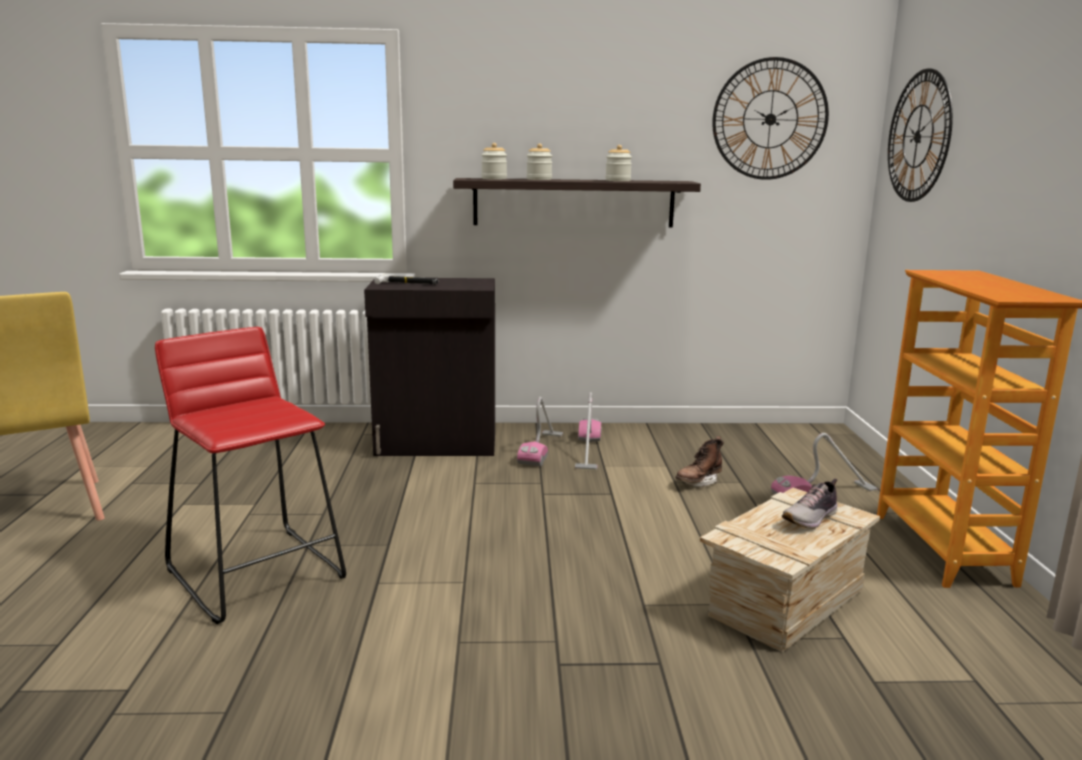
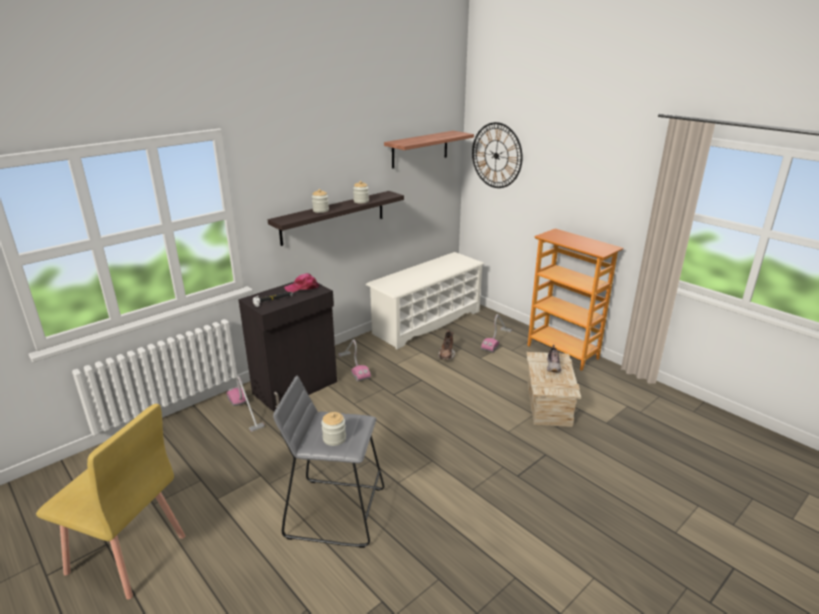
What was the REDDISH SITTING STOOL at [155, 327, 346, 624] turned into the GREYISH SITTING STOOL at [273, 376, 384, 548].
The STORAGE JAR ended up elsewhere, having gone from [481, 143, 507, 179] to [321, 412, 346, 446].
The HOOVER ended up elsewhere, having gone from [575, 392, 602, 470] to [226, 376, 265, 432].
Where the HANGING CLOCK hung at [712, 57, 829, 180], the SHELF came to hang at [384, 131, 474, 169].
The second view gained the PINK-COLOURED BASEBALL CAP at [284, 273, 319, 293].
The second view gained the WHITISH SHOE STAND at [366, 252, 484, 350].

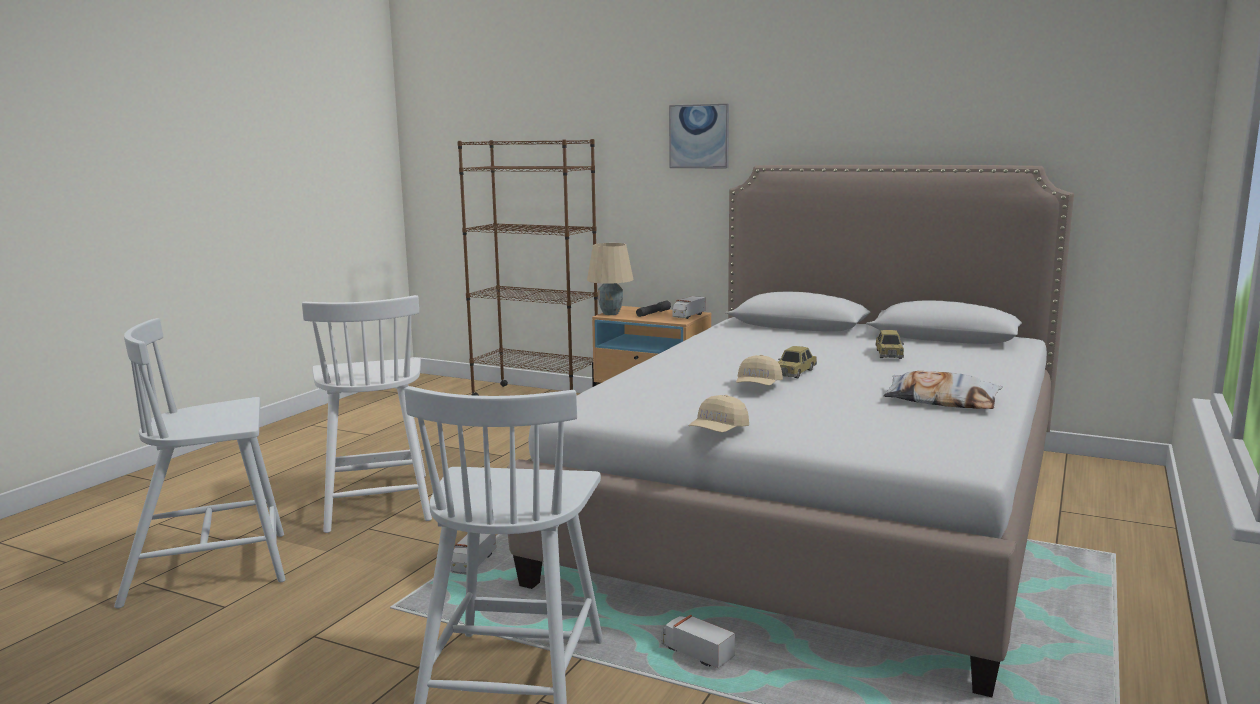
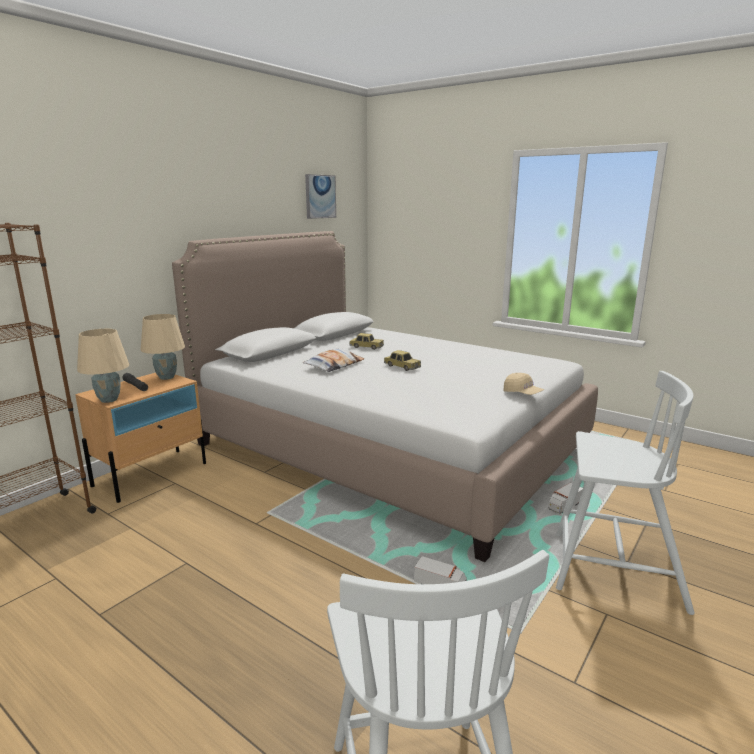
The second view lost the WHITISH PLAIN CHAIR at [302, 295, 432, 533].
The WALL ART ended up elsewhere, having gone from [669, 104, 729, 168] to [305, 174, 336, 219].
Where the TOY LORRY stood at [672, 296, 706, 319], the BEIGE-COLOURED TABLETOP LAMP came to stand at [140, 314, 185, 380].
The second view lost the BEIGE-COLOURED BASEBALL CAP at [736, 355, 783, 385].
The PILLOW ended up elsewhere, having gone from [883, 371, 1003, 409] to [303, 348, 364, 372].

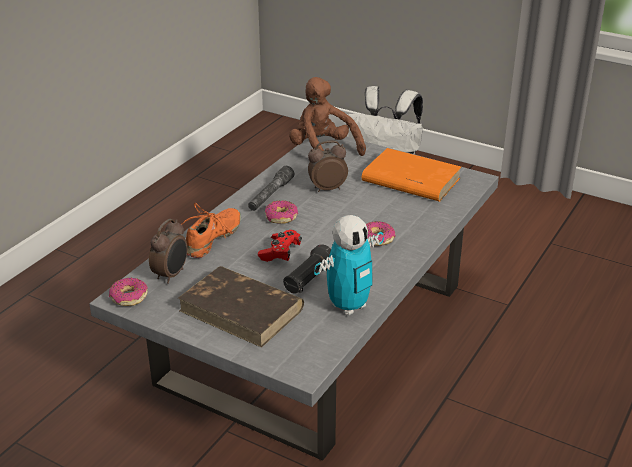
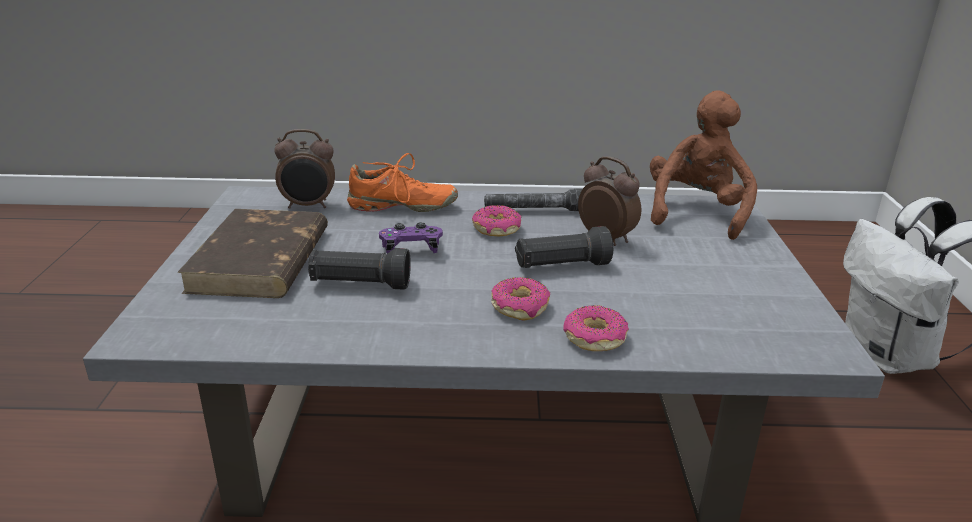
The DOUGHNUT ended up elsewhere, having gone from [109, 277, 148, 306] to [563, 305, 629, 351].
What was the REDDISH JOYPAD at [258, 230, 302, 262] turned into the PURPLE-COLOURED JOYPAD at [379, 222, 443, 253].
The second view lost the ROBOT FIGURE at [314, 215, 384, 316].
The second view lost the ORANGE-COLOURED BOOK at [362, 148, 461, 202].
The second view gained the BLACK-COLOURED FLASHLIGHT at [515, 226, 613, 268].

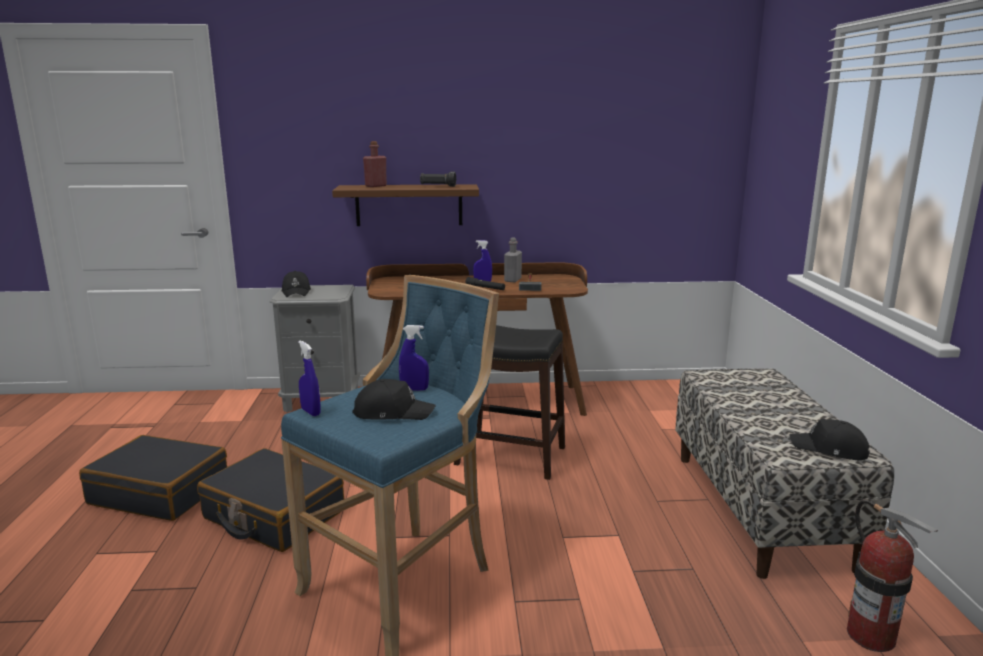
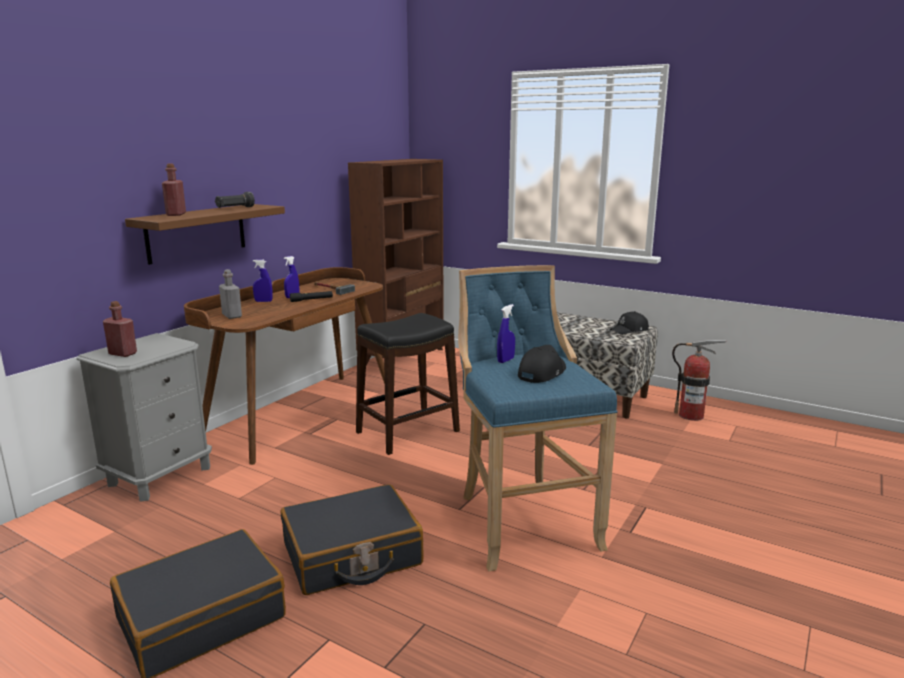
Where the BLACK-COLOURED BASEBALL CAP stood at [282, 271, 311, 297], the REDDISH BOTTLE came to stand at [103, 301, 137, 357].
The BLUISH SPRAY BOTTLE ended up elsewhere, having gone from [298, 341, 321, 416] to [253, 260, 273, 302].
The GREYISH BOTTLE ended up elsewhere, having gone from [504, 238, 522, 282] to [219, 269, 242, 319].
The second view gained the BROWN BOOKCASE at [348, 159, 444, 365].

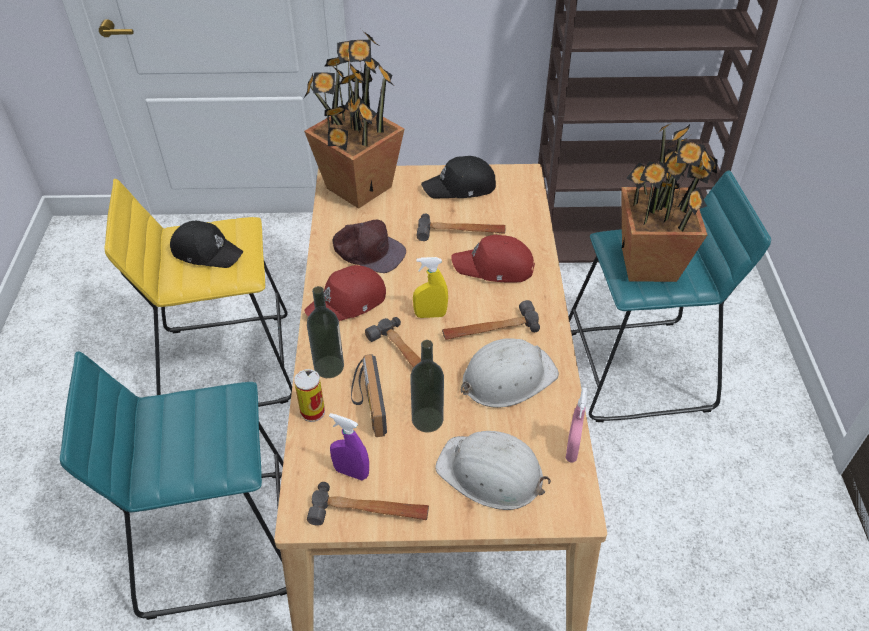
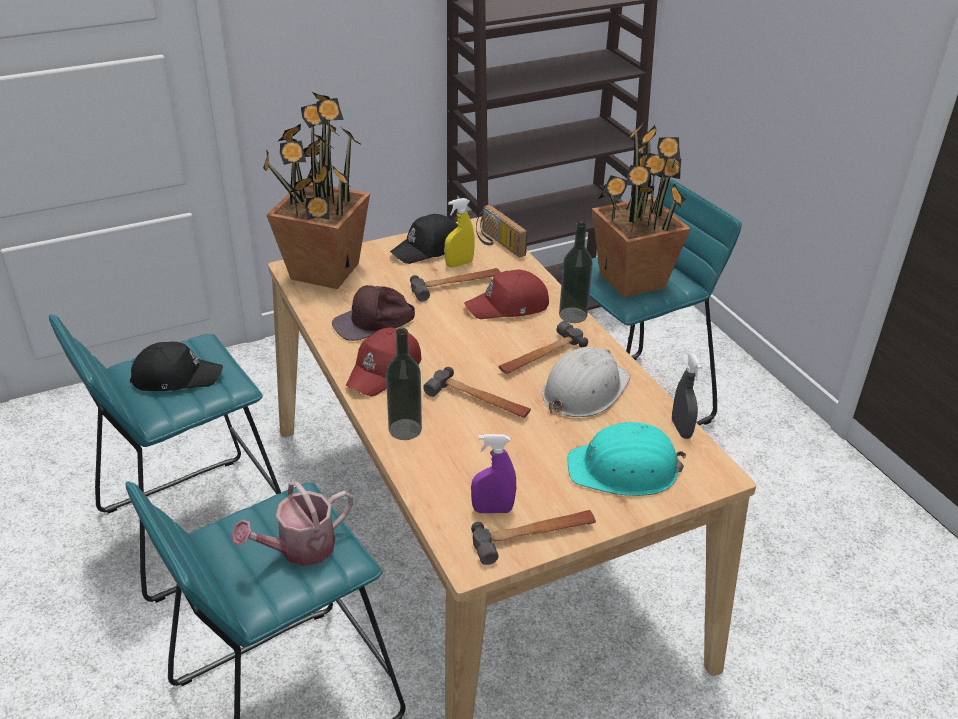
What was the YELLOW SITTING STOOL at [104, 179, 292, 407] turned into the TURQUOISE SITTING STOOL at [49, 315, 281, 603].
The second view lost the METAL CAN at [294, 369, 325, 422].
The BROWN BASEBALL CAP at [333, 220, 406, 273] ended up facing another way, 150 degrees clockwise from before.
The RADIO ended up elsewhere, having gone from [351, 354, 387, 437] to [476, 205, 528, 258].
The BOTTLE ended up elsewhere, having gone from [410, 340, 444, 432] to [559, 222, 593, 323].
The YELLOW SPRAY BOTTLE ended up elsewhere, having gone from [413, 257, 448, 318] to [445, 198, 475, 267].
What was the WHITISH HARD HAT at [435, 431, 551, 510] turned into the TURQUOISE HARD HAT at [567, 422, 686, 496].
What was the PINK-COLOURED SPRAY BOTTLE at [566, 387, 587, 463] turned into the GREYISH SPRAY BOTTLE at [672, 353, 702, 439].
The second view gained the WATERING CAN at [231, 482, 353, 566].

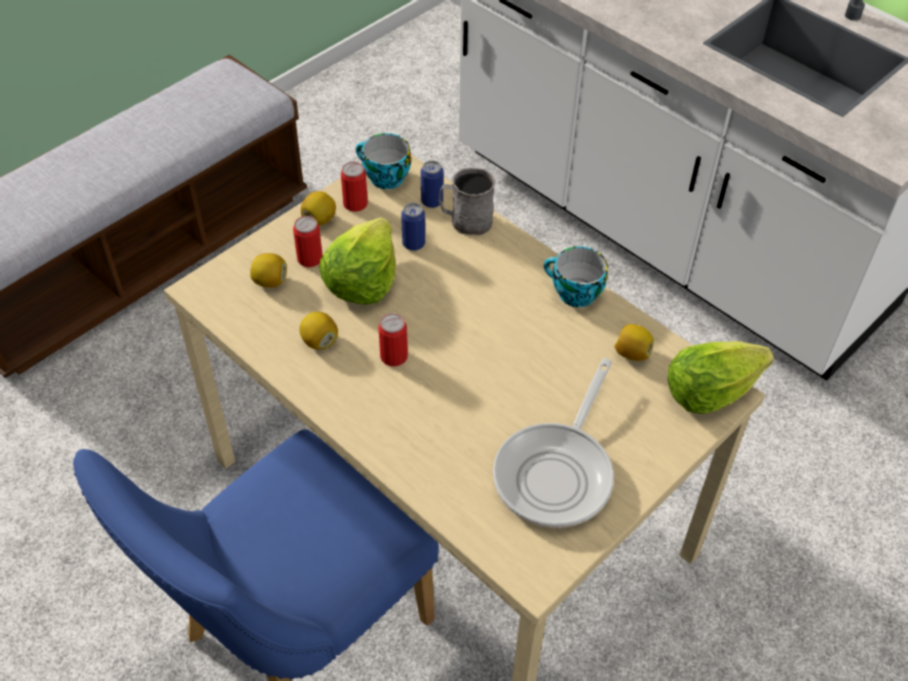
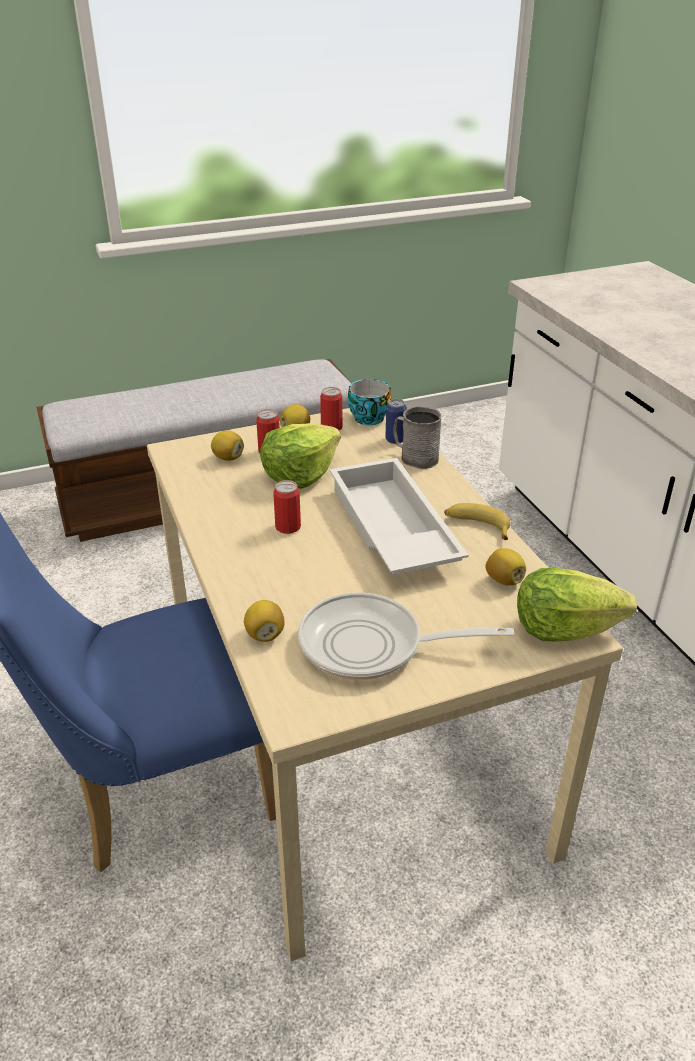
The CITRUS FRUIT ended up elsewhere, having gone from [299, 312, 338, 350] to [244, 600, 285, 642].
The second view lost the METAL CAN at [401, 203, 425, 251].
The PAN at [493, 358, 614, 528] ended up facing another way, 45 degrees clockwise from before.
Where the CUP stood at [544, 246, 608, 307], the BANANA came to stand at [444, 503, 511, 540].
The second view gained the WHITISH TRAY at [330, 458, 468, 575].

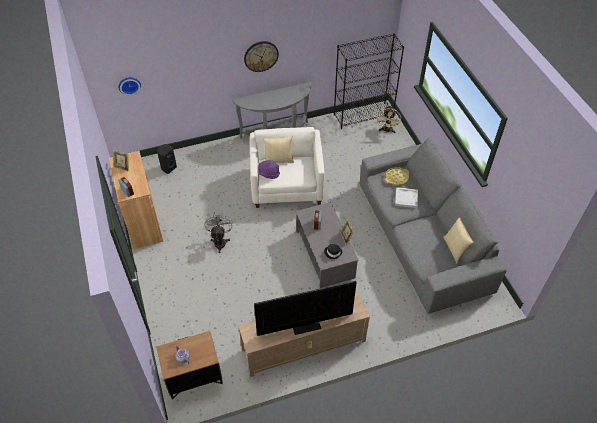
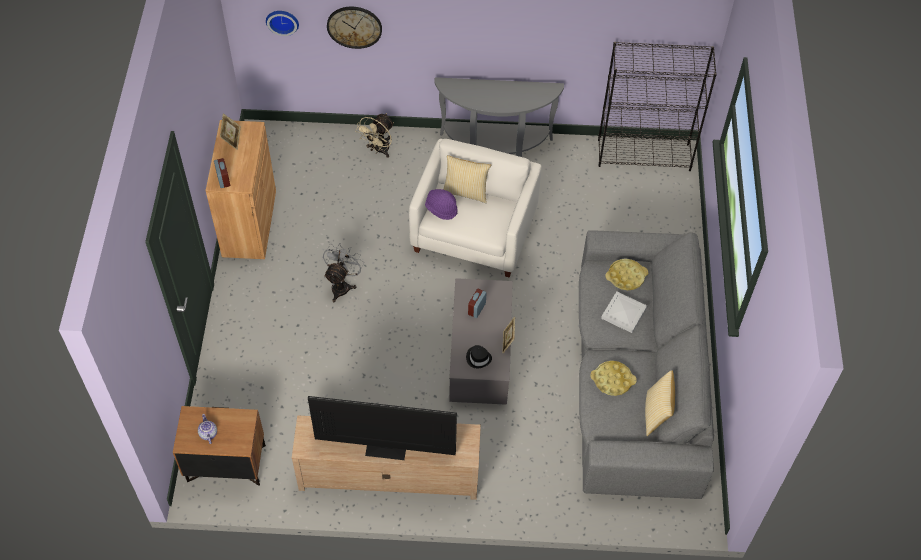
The second view lost the BLACK-COLOURED LOUDSPEAKER at [157, 144, 177, 174].
The HANGING CLOCK ended up elsewhere, having gone from [244, 41, 279, 72] to [327, 7, 382, 49].
The BEIGE-COLOURED ELECTRIC FAN ended up elsewhere, having gone from [377, 106, 401, 133] to [355, 113, 394, 158].
The second view gained the YELLOW TRAY at [590, 361, 637, 396].

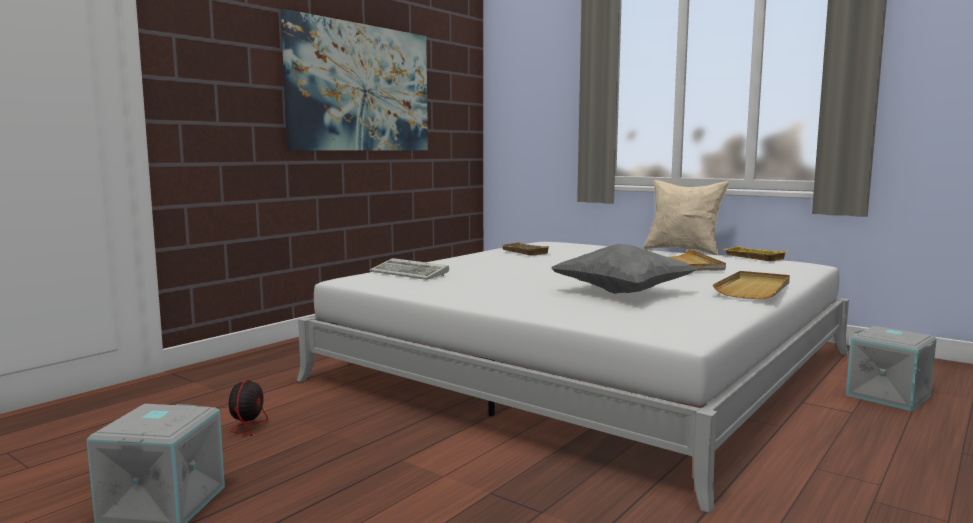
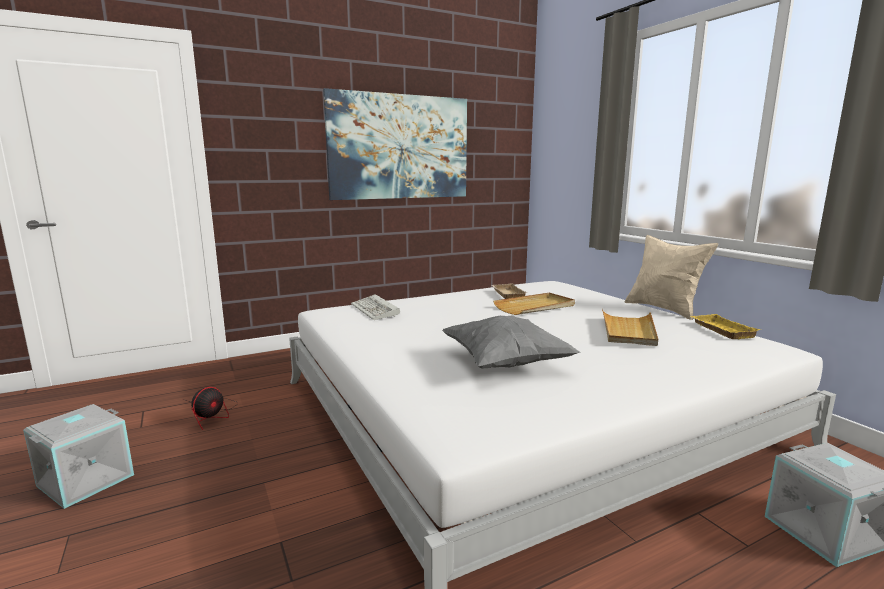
The BEIGE-COLOURED TRAY ended up elsewhere, having gone from [713, 271, 790, 300] to [493, 293, 575, 315].

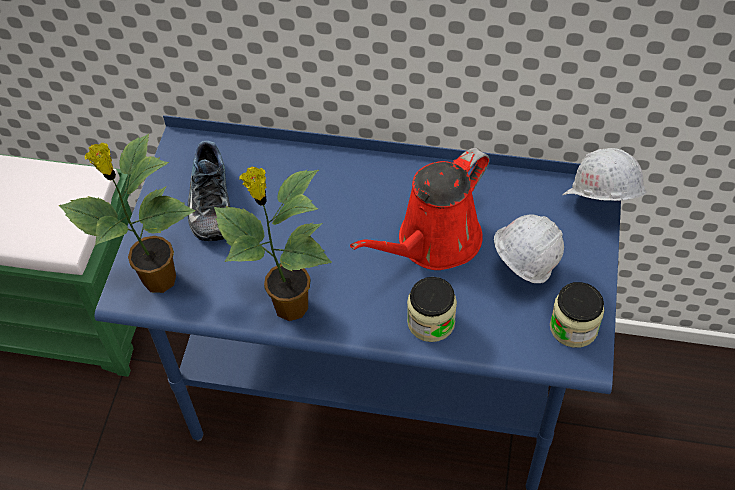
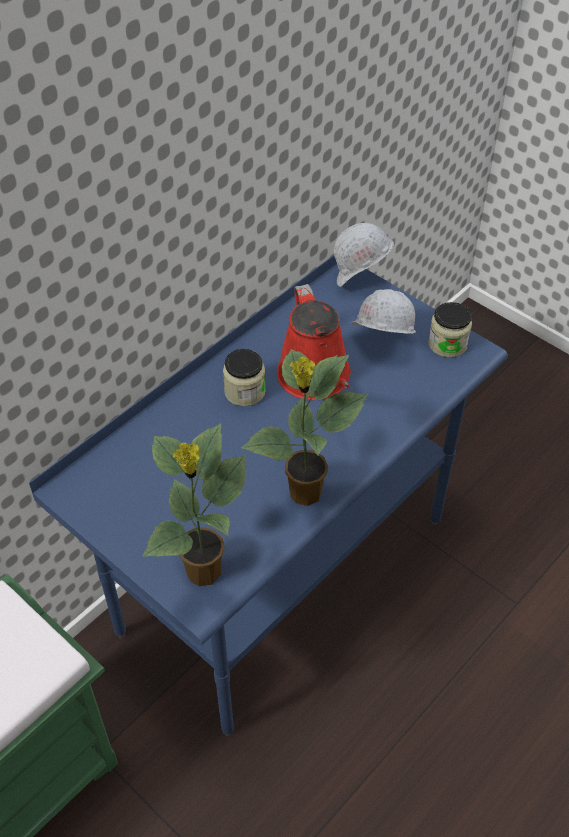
The second view lost the ITEM OF FOOTWEAR at [187, 141, 230, 241].
The STORAGE JAR ended up elsewhere, having gone from [407, 277, 457, 342] to [223, 349, 266, 407].

